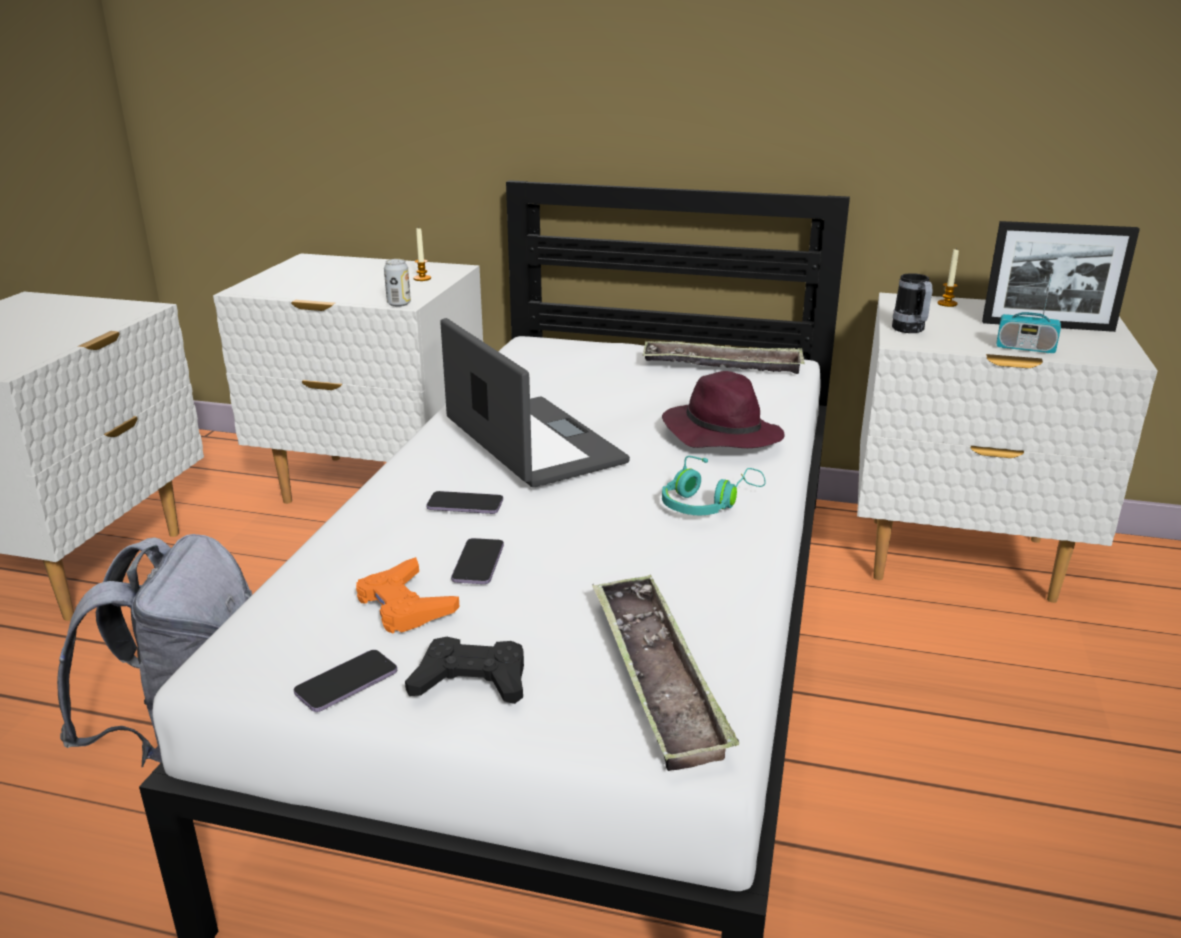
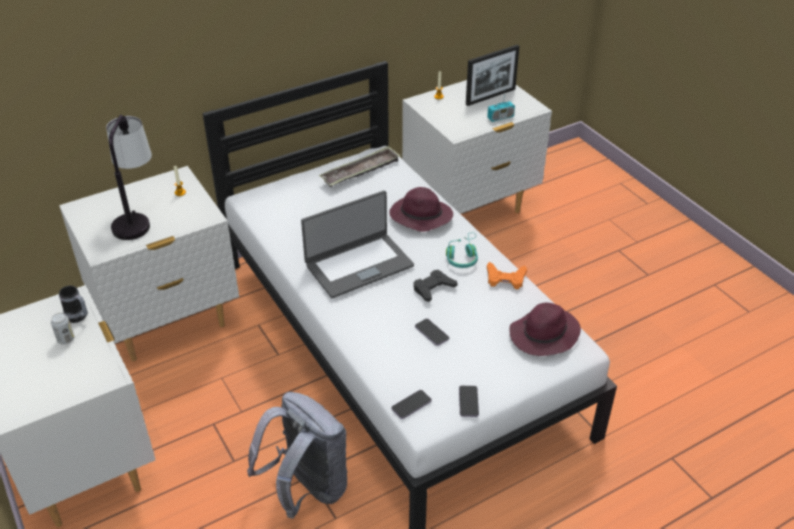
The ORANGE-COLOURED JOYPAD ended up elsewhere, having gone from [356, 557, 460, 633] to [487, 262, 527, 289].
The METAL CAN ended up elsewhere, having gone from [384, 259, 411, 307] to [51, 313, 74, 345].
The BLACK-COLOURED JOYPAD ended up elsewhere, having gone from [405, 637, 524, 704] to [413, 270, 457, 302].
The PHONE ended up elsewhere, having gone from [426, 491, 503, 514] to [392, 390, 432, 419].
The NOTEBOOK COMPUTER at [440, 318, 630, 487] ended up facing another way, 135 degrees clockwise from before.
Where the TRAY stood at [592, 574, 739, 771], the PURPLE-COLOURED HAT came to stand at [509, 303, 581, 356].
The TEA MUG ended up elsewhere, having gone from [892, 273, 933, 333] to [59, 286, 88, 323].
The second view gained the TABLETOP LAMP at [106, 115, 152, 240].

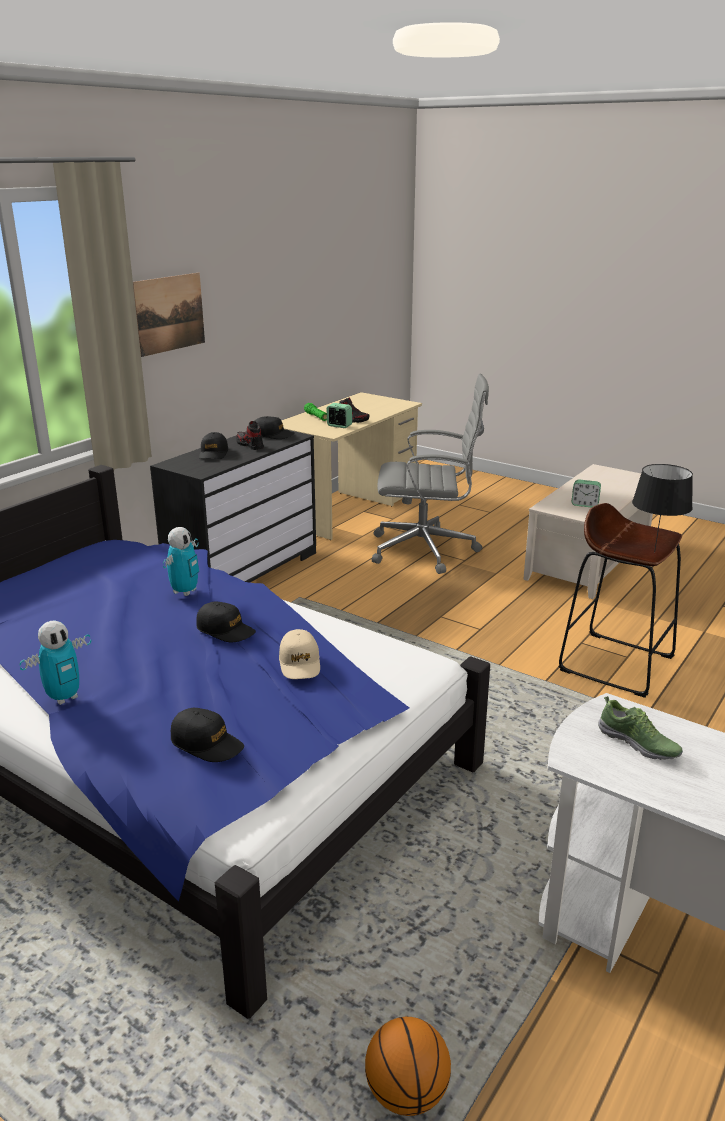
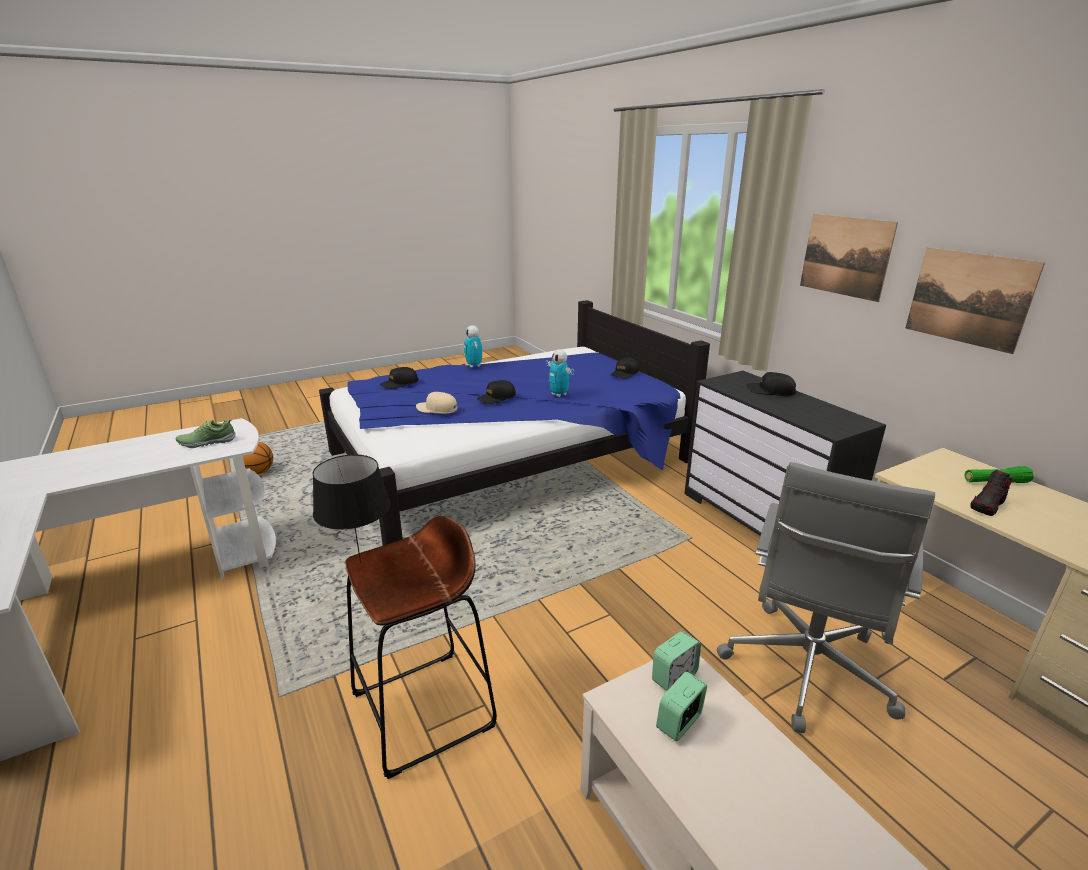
The second view lost the ITEM OF FOOTWEAR at [236, 421, 264, 450].
The BLACK-COLOURED BASEBALL CAP ended up elsewhere, having gone from [255, 416, 295, 439] to [611, 357, 639, 379].
The BEDSIDE CLOCK ended up elsewhere, having gone from [326, 403, 352, 428] to [652, 631, 701, 691].
The second view gained the WALL ART at [905, 247, 1045, 354].

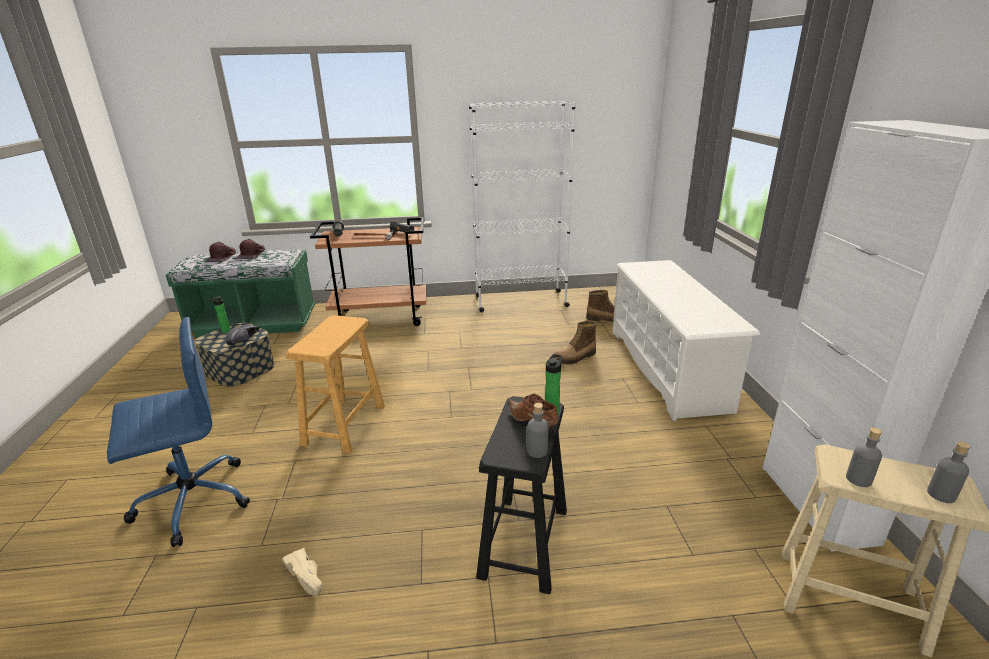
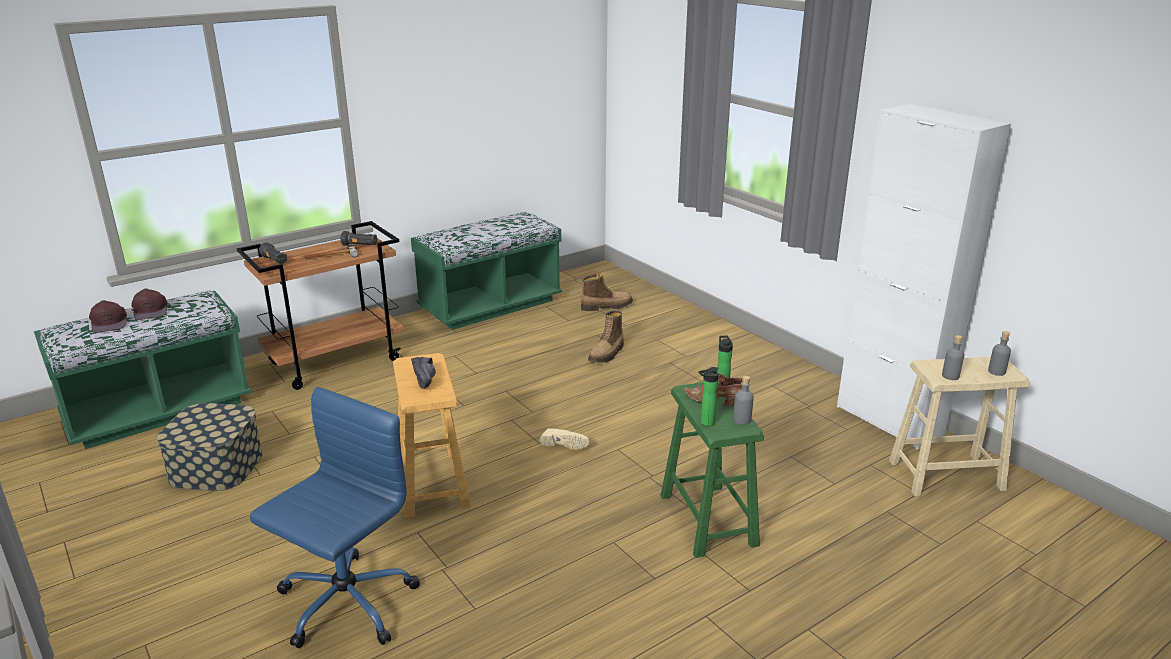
The BOTTLE ended up elsewhere, having gone from [209, 296, 230, 333] to [698, 367, 719, 426].
The BLACK-COLOURED ITEM OF FOOTWEAR ended up elsewhere, having gone from [226, 325, 260, 345] to [411, 357, 436, 388].
The BEIGE-COLOURED ITEM OF FOOTWEAR ended up elsewhere, having gone from [282, 548, 322, 596] to [540, 429, 590, 450].
Where the WHITISH BOOKCASE stood at [469, 100, 576, 312], the GREENISH INDOOR BENCH came to stand at [411, 212, 562, 330].
What was the BLACK-COLOURED SITTING STOOL at [476, 396, 567, 594] turned into the GREENISH SITTING STOOL at [660, 382, 764, 558].
The second view lost the WHITISH SHOE STAND at [612, 260, 760, 421].

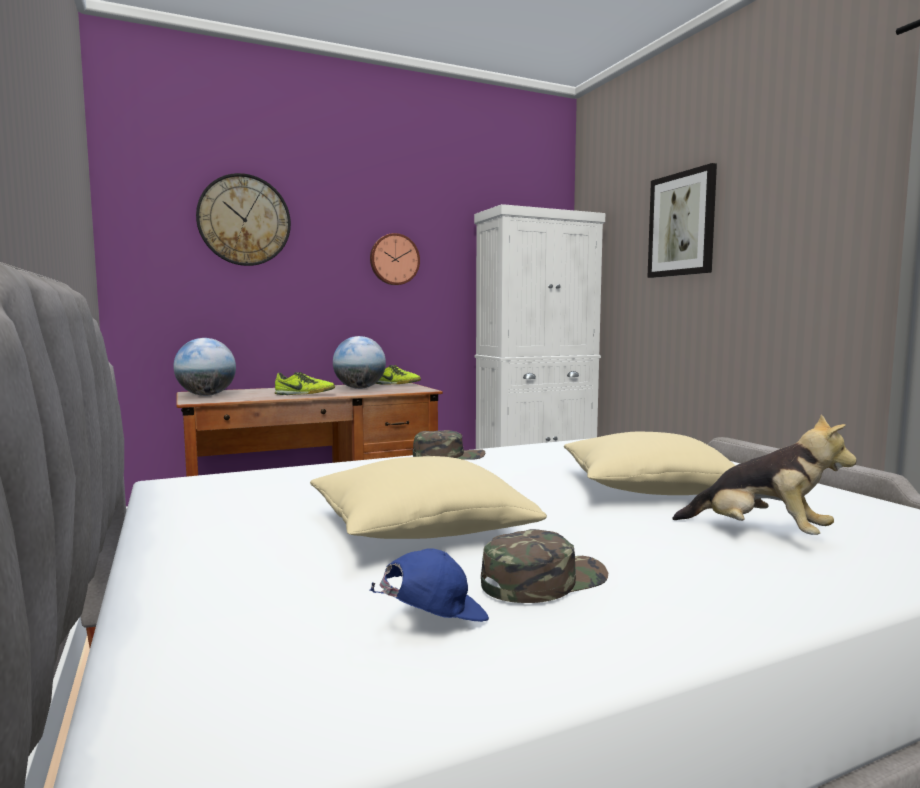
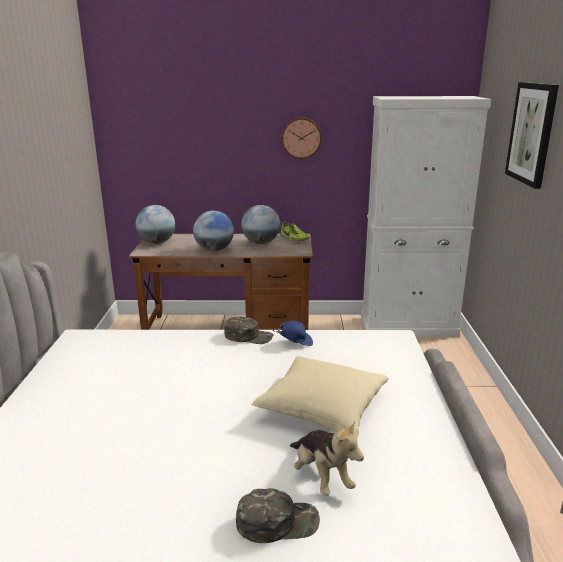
The second view lost the HANGING CLOCK at [196, 173, 291, 266].
Where the ITEM OF FOOTWEAR stood at [275, 372, 335, 395], the WORLD GLOBE came to stand at [193, 211, 234, 251].
The second view lost the BEIGE-COLOURED PILLOW at [310, 456, 547, 539].
The BLUISH BASEBALL CAP ended up elsewhere, having gone from [369, 548, 489, 622] to [272, 321, 313, 346].
The GREENISH BASEBALL CAP ended up elsewhere, having gone from [481, 529, 608, 603] to [236, 488, 320, 543].

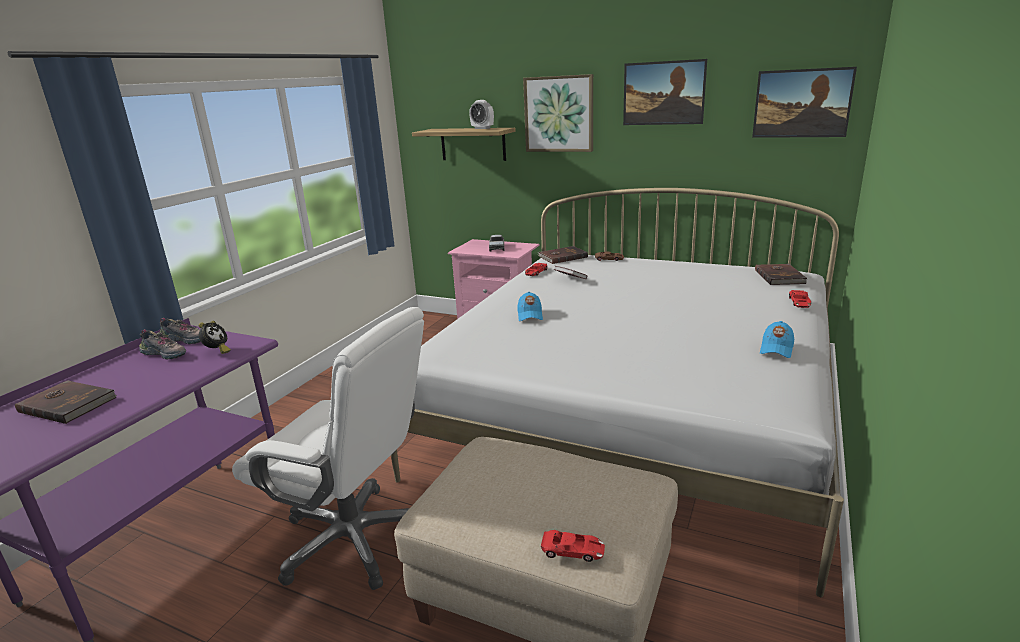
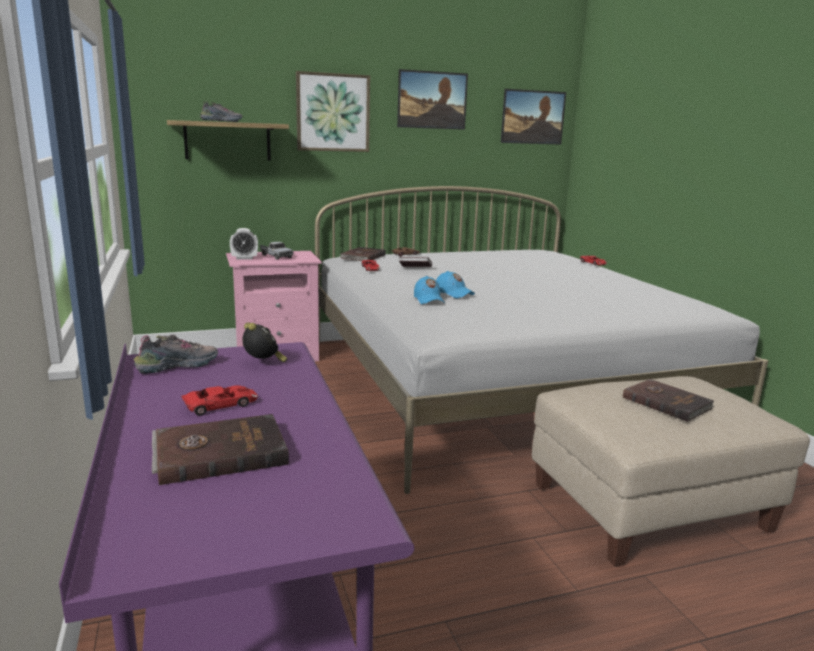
The ITEM OF FOOTWEAR ended up elsewhere, having gone from [139, 329, 186, 359] to [200, 101, 242, 122].
The second view lost the WHITISH OFFICE CHAIR at [232, 307, 424, 590].
The BEDSIDE CLOCK ended up elsewhere, having gone from [469, 100, 494, 129] to [230, 228, 258, 260].
The REDDISH TOY CAR ended up elsewhere, having gone from [541, 530, 605, 562] to [181, 385, 258, 416].
The BROWN BOOK ended up elsewhere, having gone from [755, 264, 807, 285] to [623, 379, 714, 422].
The BLUISH BASEBALL CAP ended up elsewhere, having gone from [760, 321, 794, 358] to [414, 276, 445, 304].

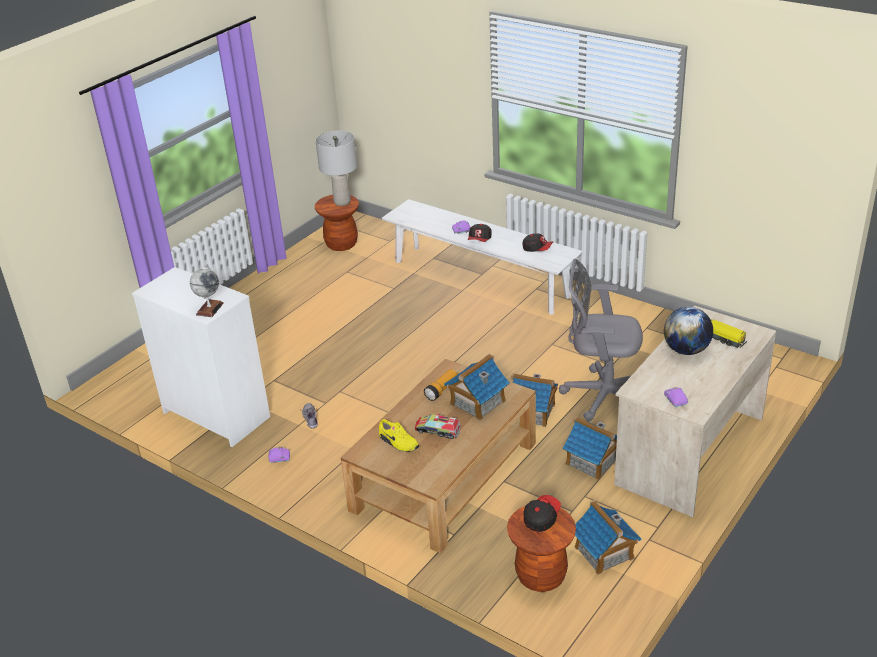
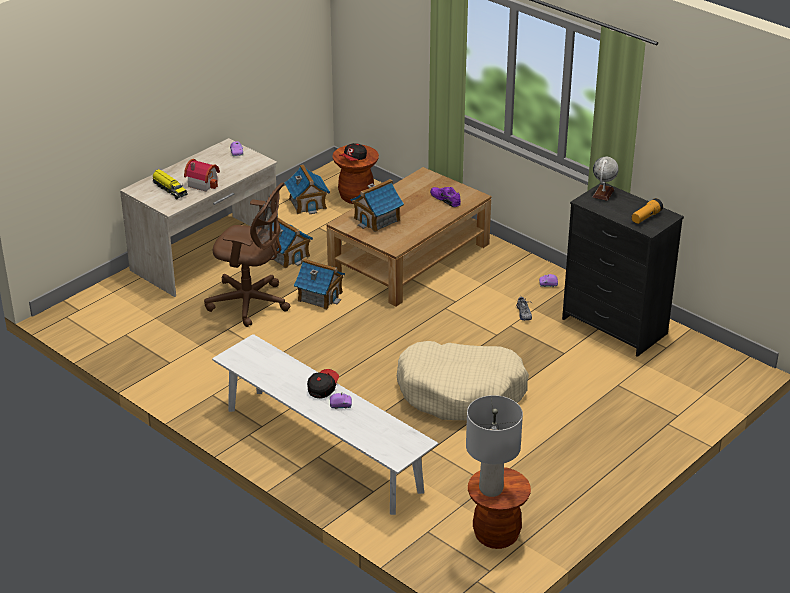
What was the WHITISH DRAWER CHEST at [132, 267, 270, 447] turned into the BLACK-COLOURED DRAWER CHEST at [562, 183, 684, 357].
What was the YELLOW ITEM OF FOOTWEAR at [379, 419, 419, 452] turned into the PURPLE-COLOURED ITEM OF FOOTWEAR at [430, 187, 461, 207].
The second view lost the TOY LORRY at [415, 414, 460, 439].
The FLASHLIGHT ended up elsewhere, having gone from [424, 369, 457, 401] to [632, 198, 663, 224].
The second view lost the BASEBALL CAP at [523, 233, 553, 252].
What was the GREYISH OFFICE CHAIR at [559, 259, 643, 421] turned into the BROWN OFFICE CHAIR at [204, 182, 290, 327].
Where the WORLD GLOBE stood at [664, 307, 713, 355], the MINIATURE HOUSE came to stand at [184, 159, 220, 191].
The second view gained the BEIGE-COLOURED DOG CUSHION at [397, 341, 529, 420].

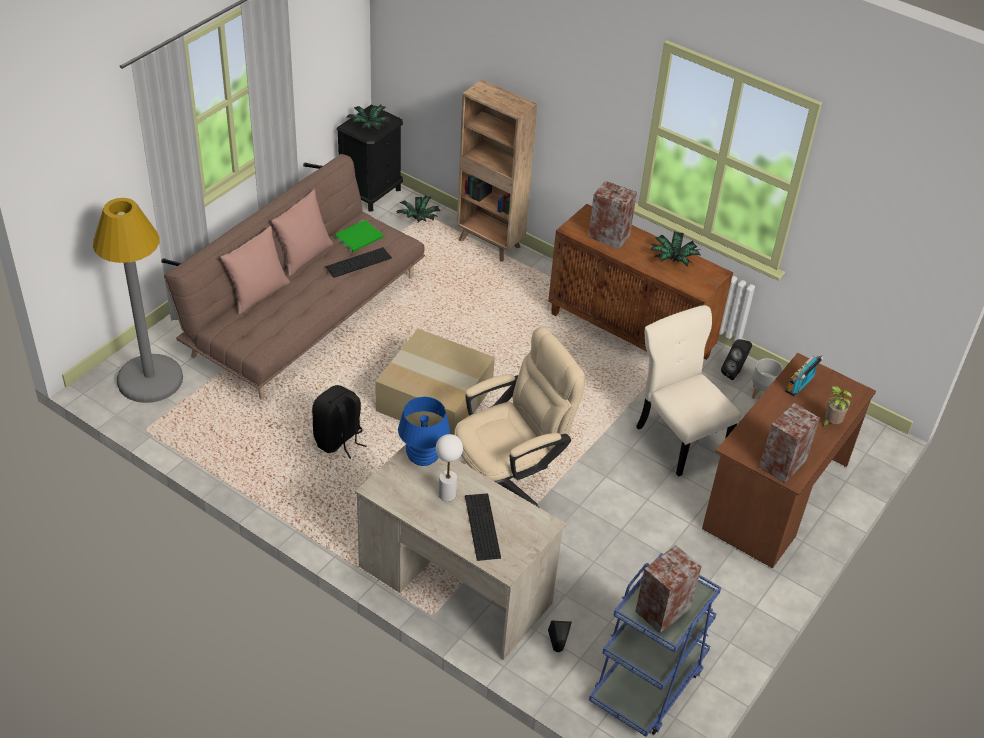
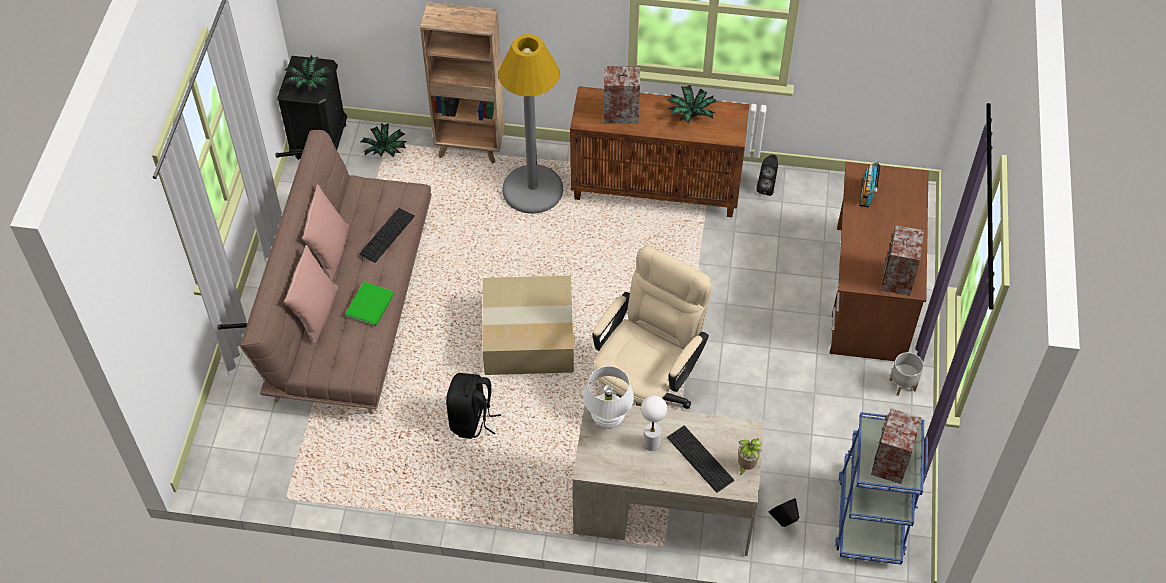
The GREYISH FLOOR LAMP ended up elsewhere, having gone from [93, 198, 183, 403] to [499, 34, 563, 214].
The GREENISH BOOK ended up elsewhere, having gone from [334, 220, 383, 252] to [345, 282, 394, 326].
What was the BLUISH TABLETOP LAMP at [398, 397, 450, 466] turned into the WHITISH TABLETOP LAMP at [583, 366, 634, 428].
The second view lost the BEIGE-COLOURED PLAIN CHAIR at [636, 305, 741, 477].
The GREYISH FLOWER POT ended up elsewhere, having gone from [752, 358, 783, 399] to [889, 352, 924, 396].
The HOUSEPLANT ended up elsewhere, having gone from [822, 386, 852, 427] to [738, 438, 762, 476].

